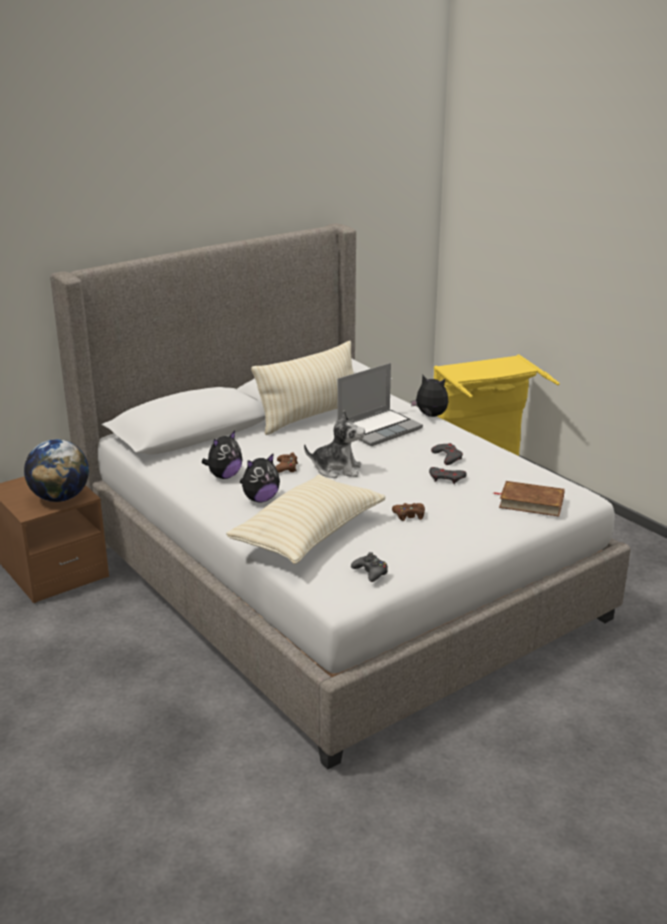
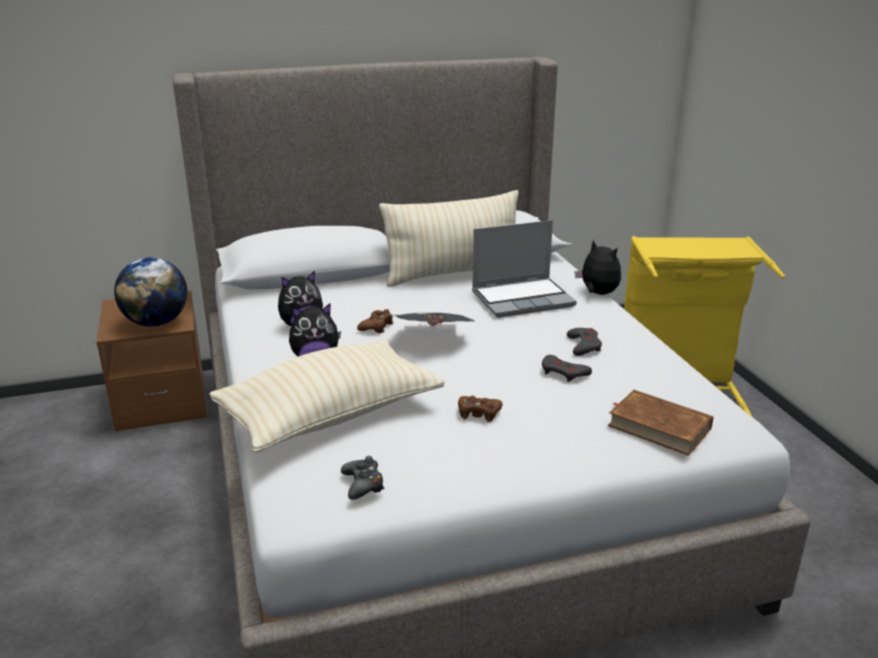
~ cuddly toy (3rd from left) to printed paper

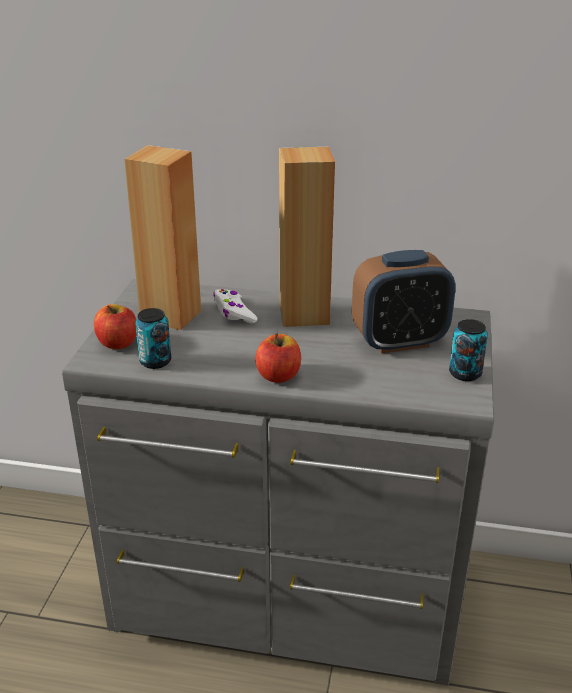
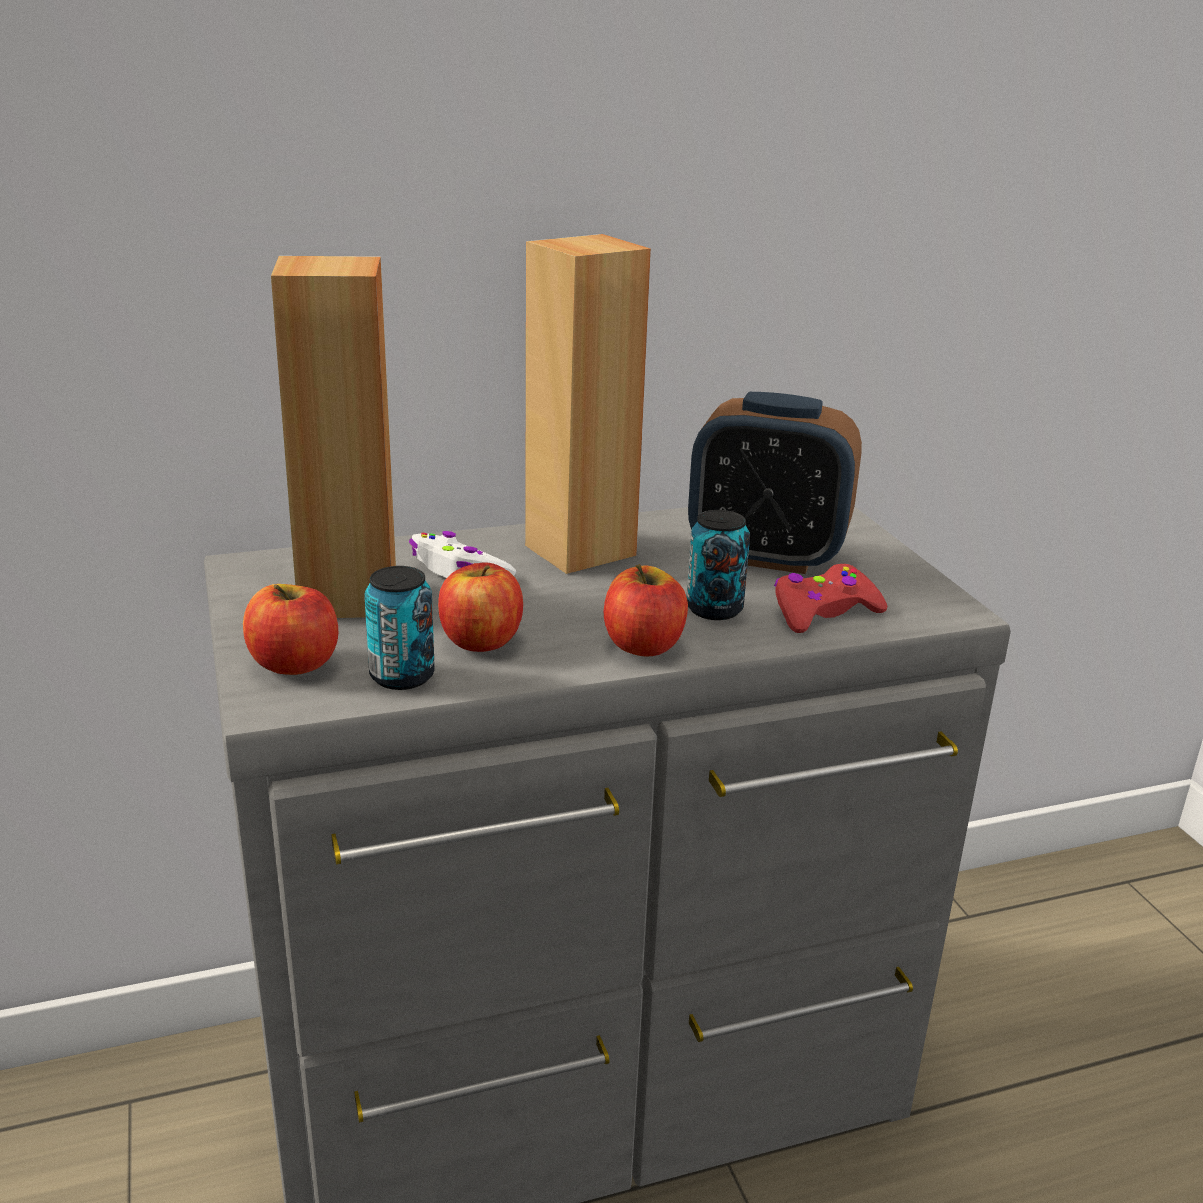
+ apple (2nd from left)
~ sealed can (2nd from left)
~ bedside clock 60 degrees clockwise
+ gamepad (red-coloured)

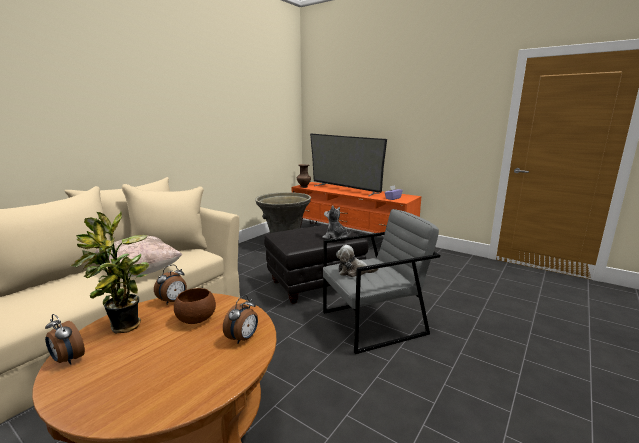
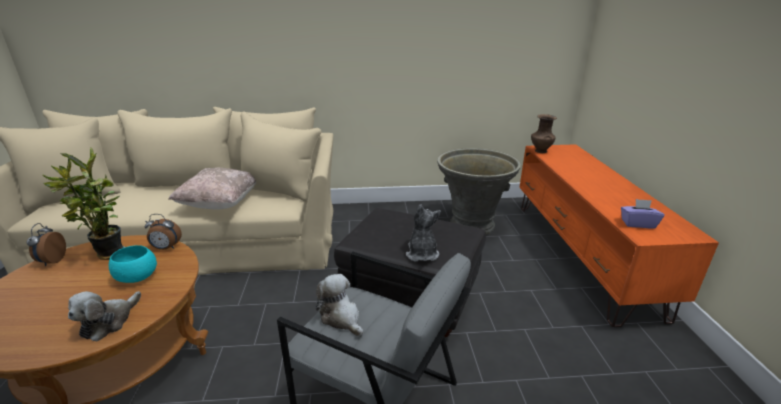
~ bedside clock (3rd from left) to cuddly toy (1st from left)
~ bowl (brown-coloured) to bowl (turquoise)
- TV set

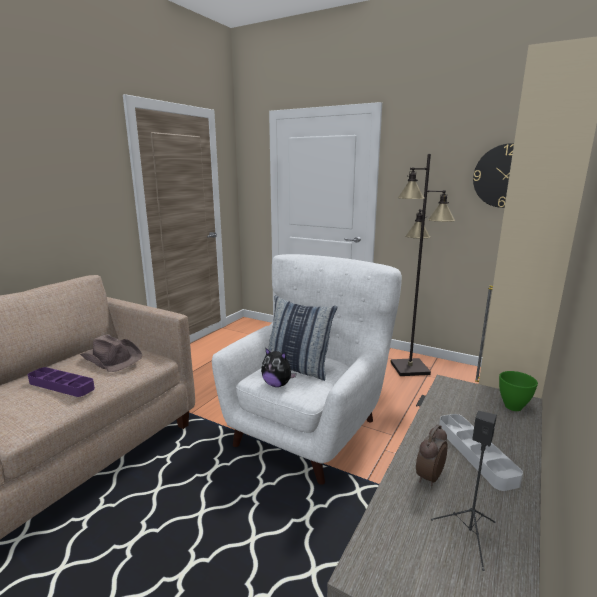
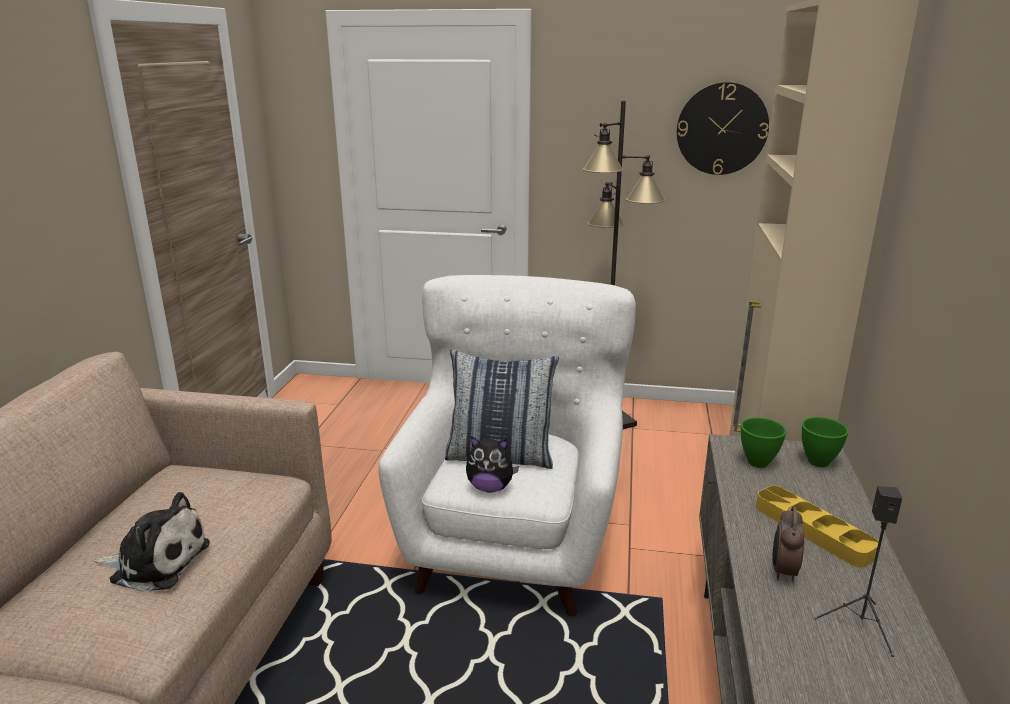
~ tray (purple) to cuddly toy (1st from left)
+ bowl (green-coloured) (1st from left)
~ tray (grey) to tray (yellow-coloured)
- clothing hat (brown-coloured)

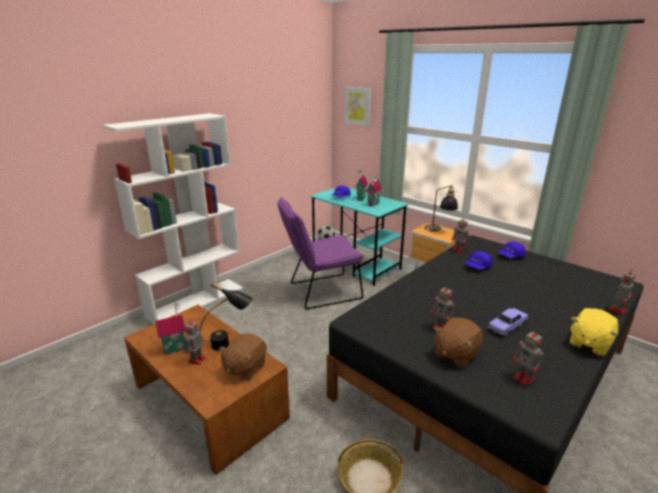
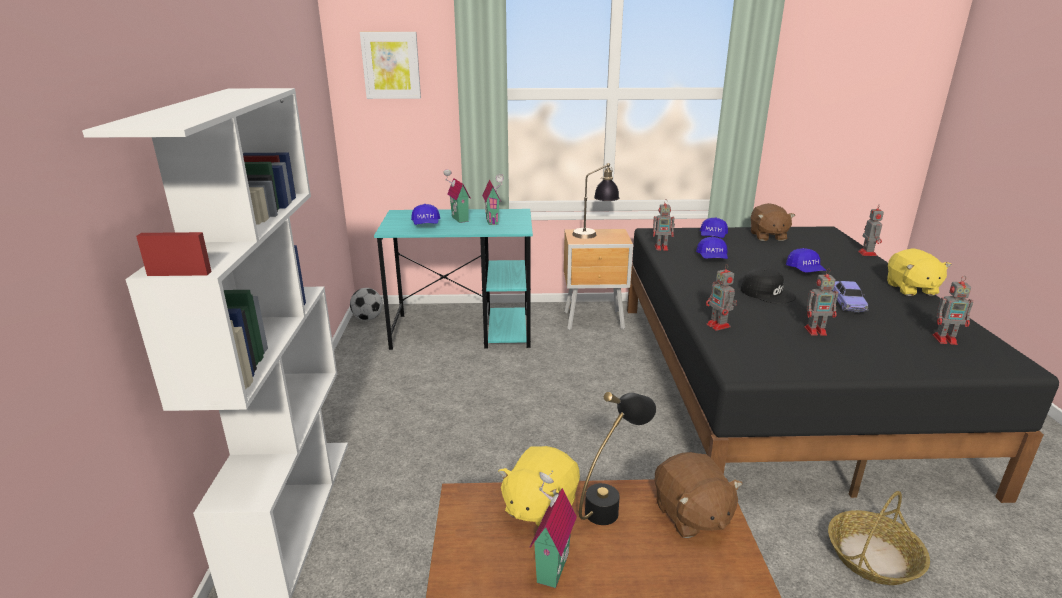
+ cuddly toy (yellow-coloured) (1st from left)
~ toy robot (1st from left in the first image) to toy robot (2nd from left)
+ peaked cap (black-coloured)
~ cuddly toy (brown-coloured) (2nd from left)
+ peaked cap (blue-coloured) (4th from left)
- upright chair (purple)

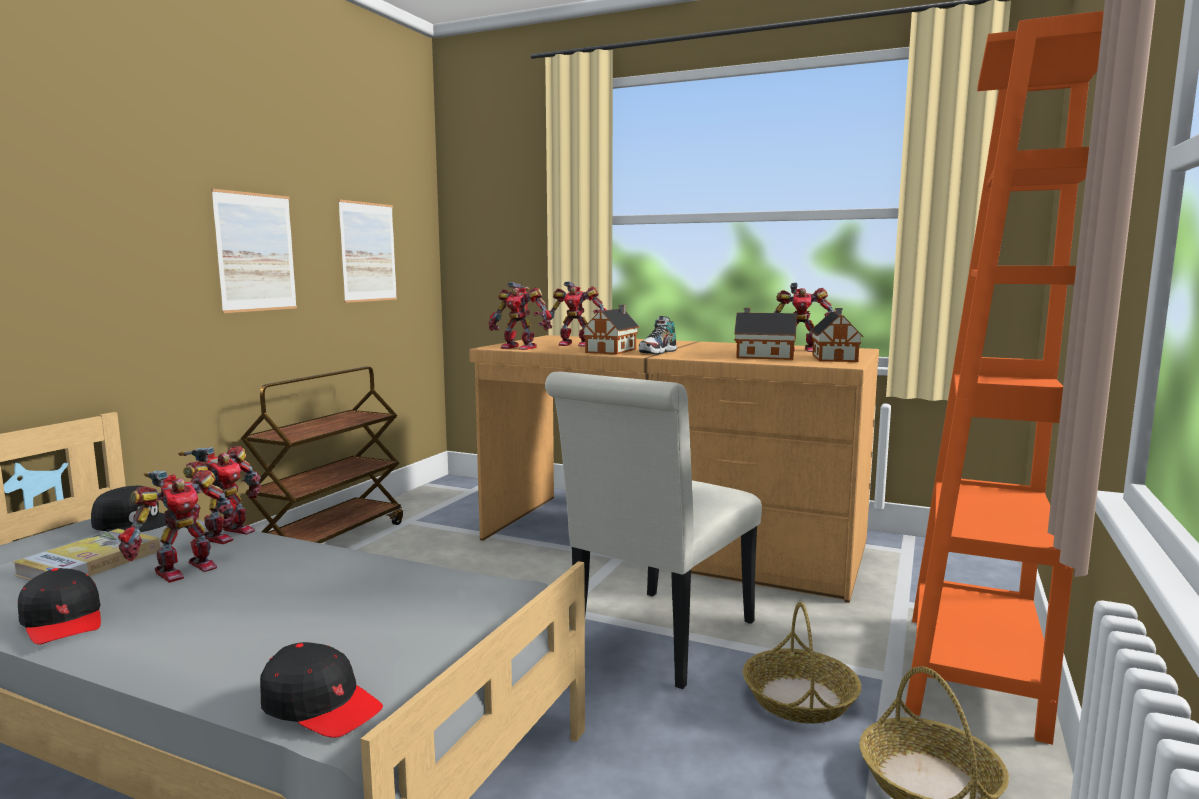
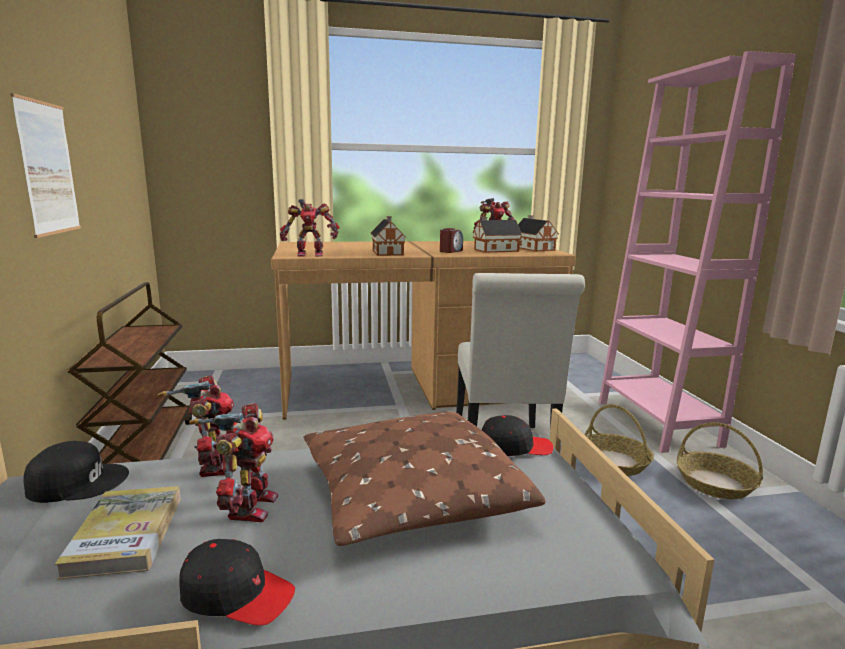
+ cushion (brown-coloured)
+ bedside clock
~ peaked cap (black-coloured) (3rd from left)
~ bookcase (orange) to bookcase (pinkish)
- wall art (2nd from left)
- toy robot (4th from left)
- shoe

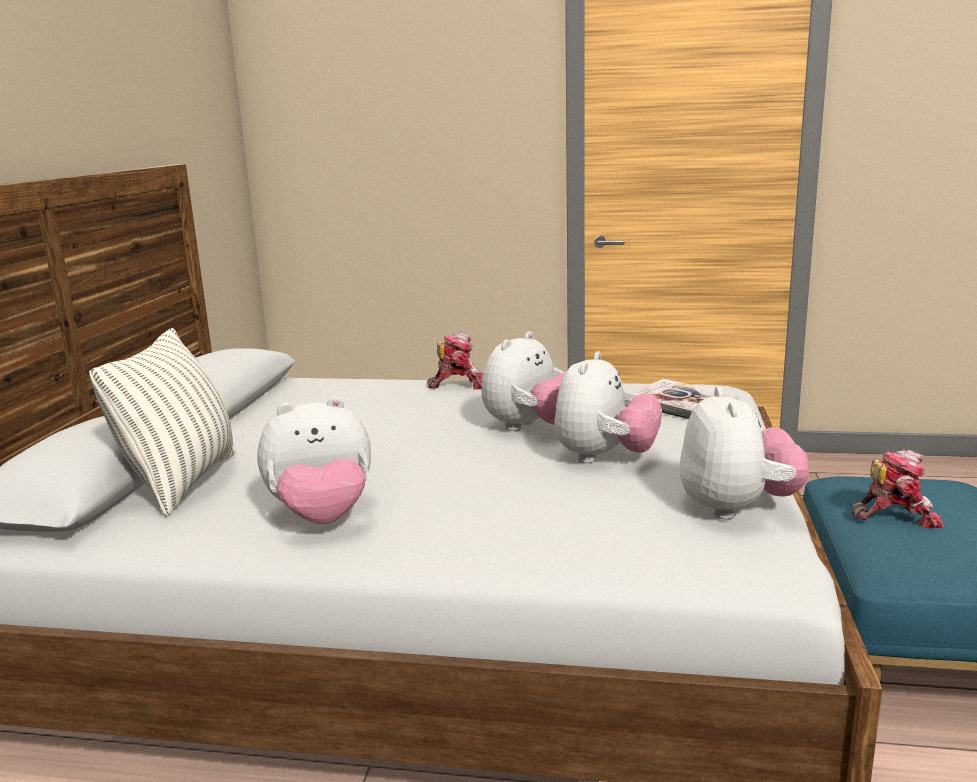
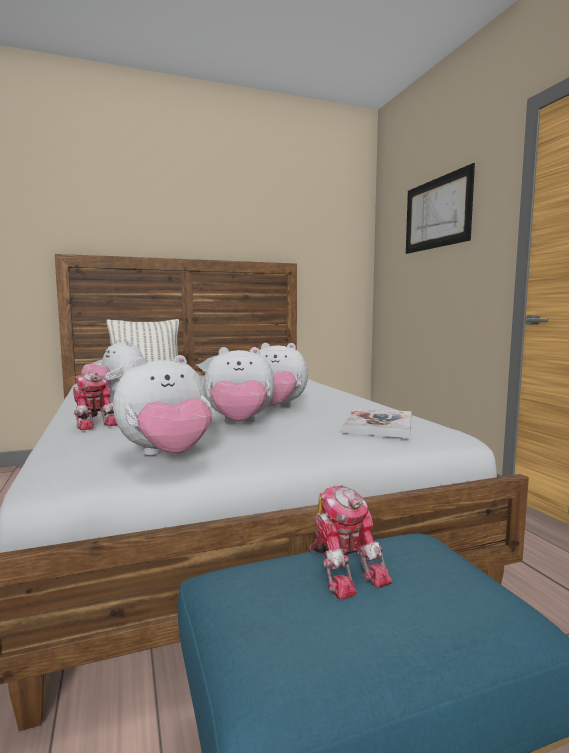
~ toy robot (1st from left)
+ wall art

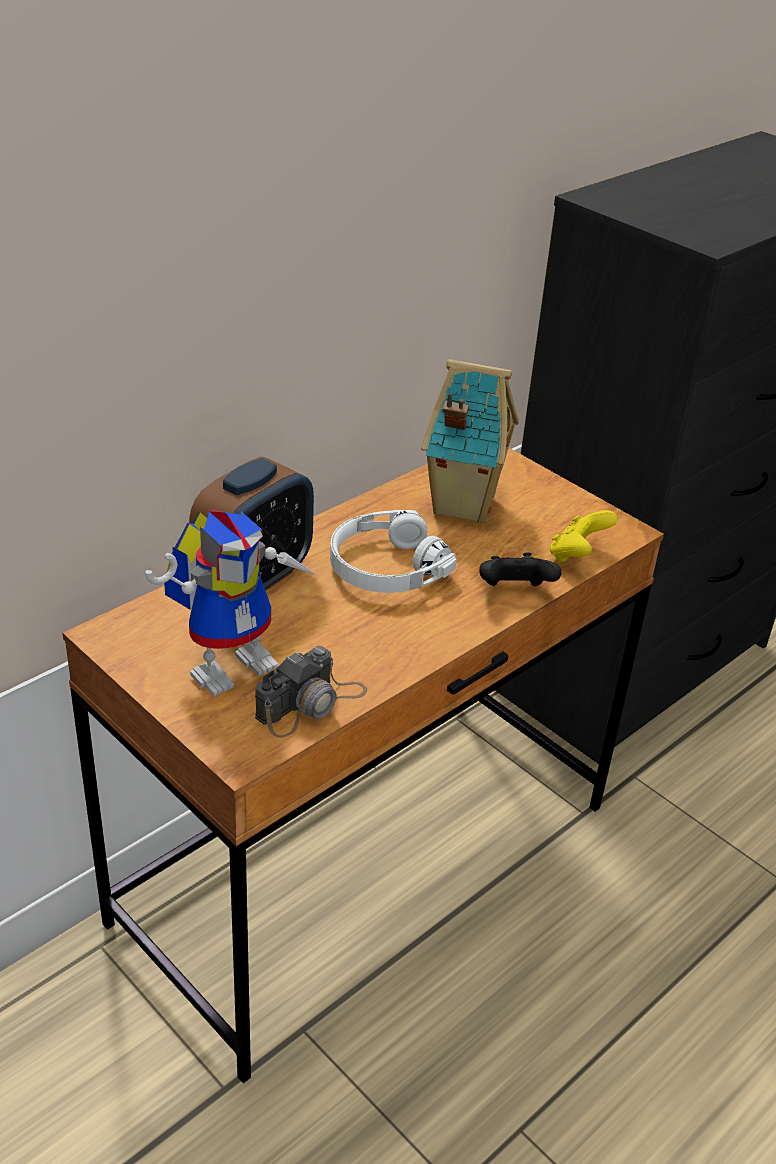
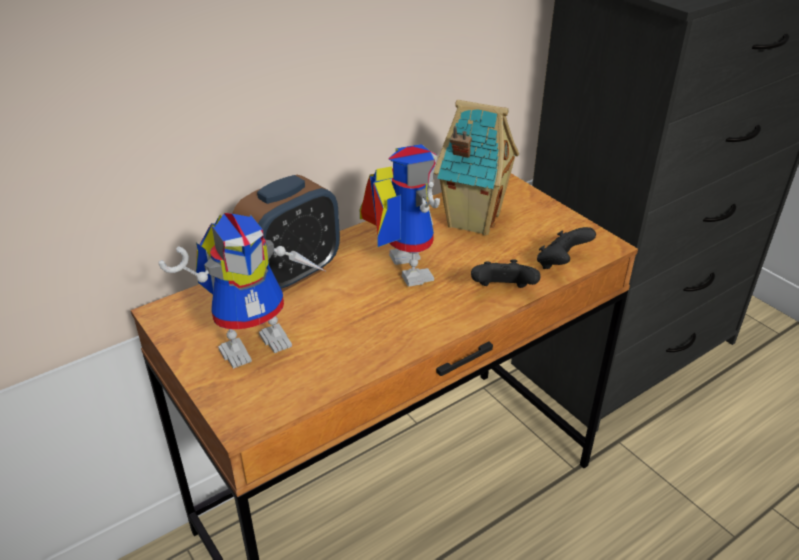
~ headset (whitish) to toy robot (2nd from left)
~ gamepad (yellow-coloured) to gamepad (black-coloured) (2nd from left)
- still camera

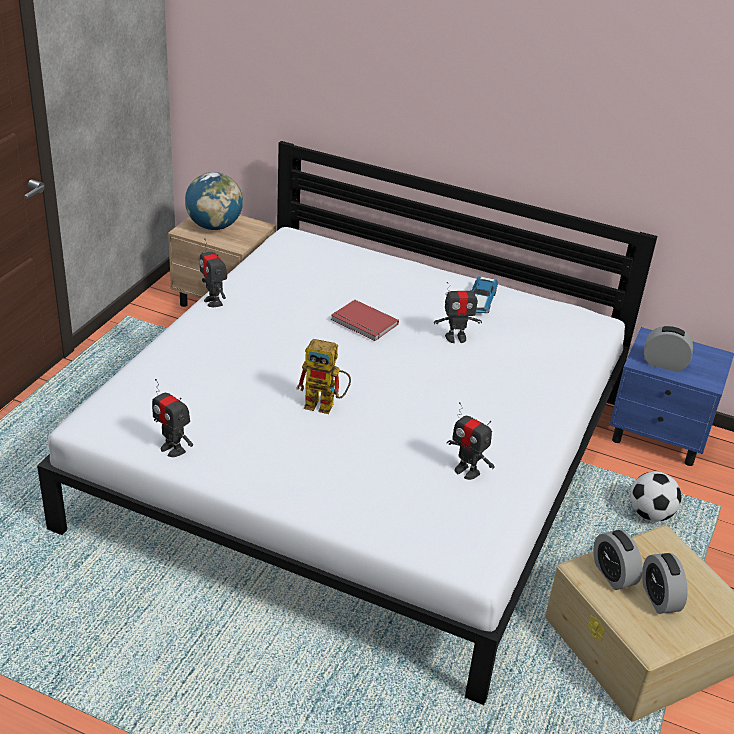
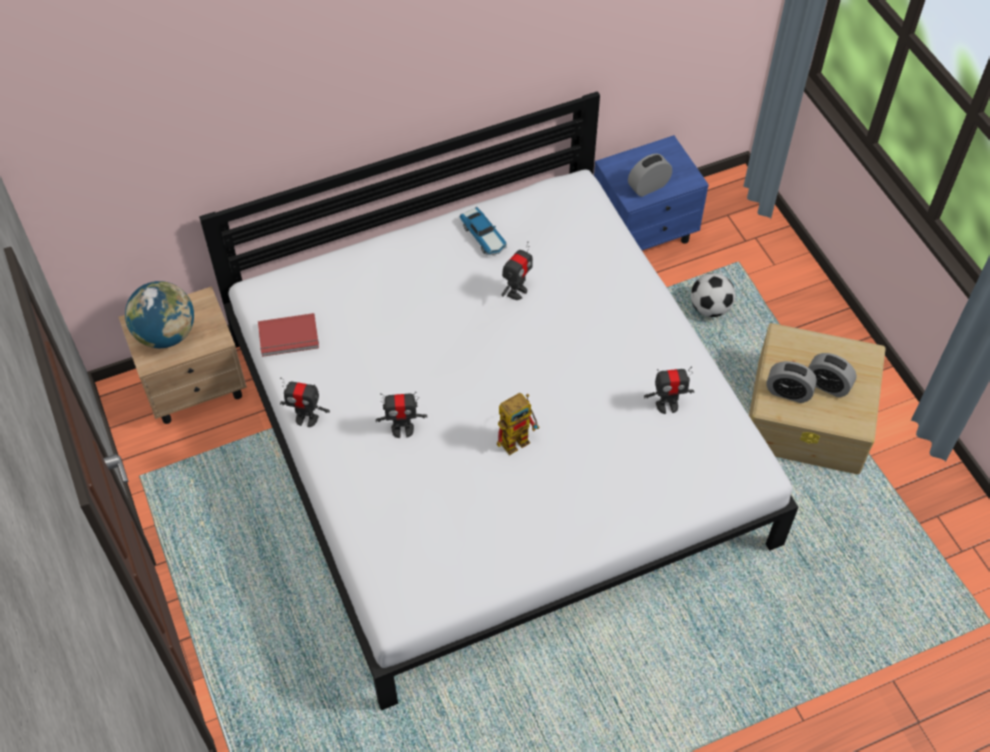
~ volume (red-coloured)
~ toy robot (1st from left in the first image) to toy robot (2nd from left)

